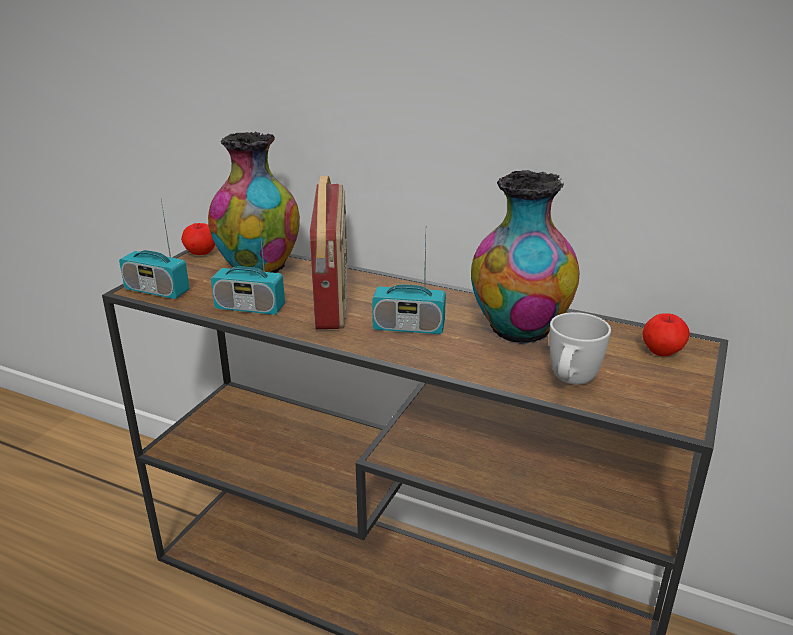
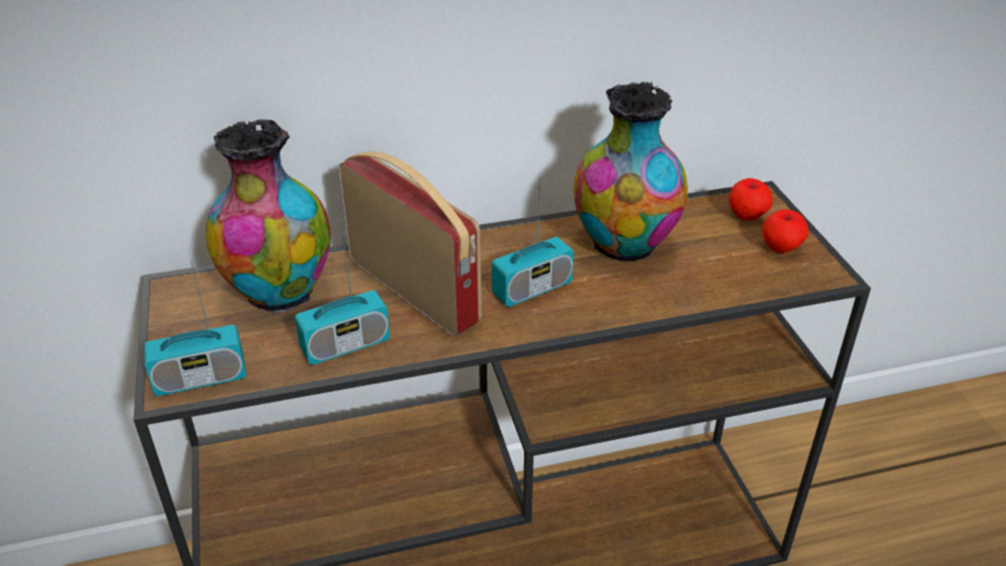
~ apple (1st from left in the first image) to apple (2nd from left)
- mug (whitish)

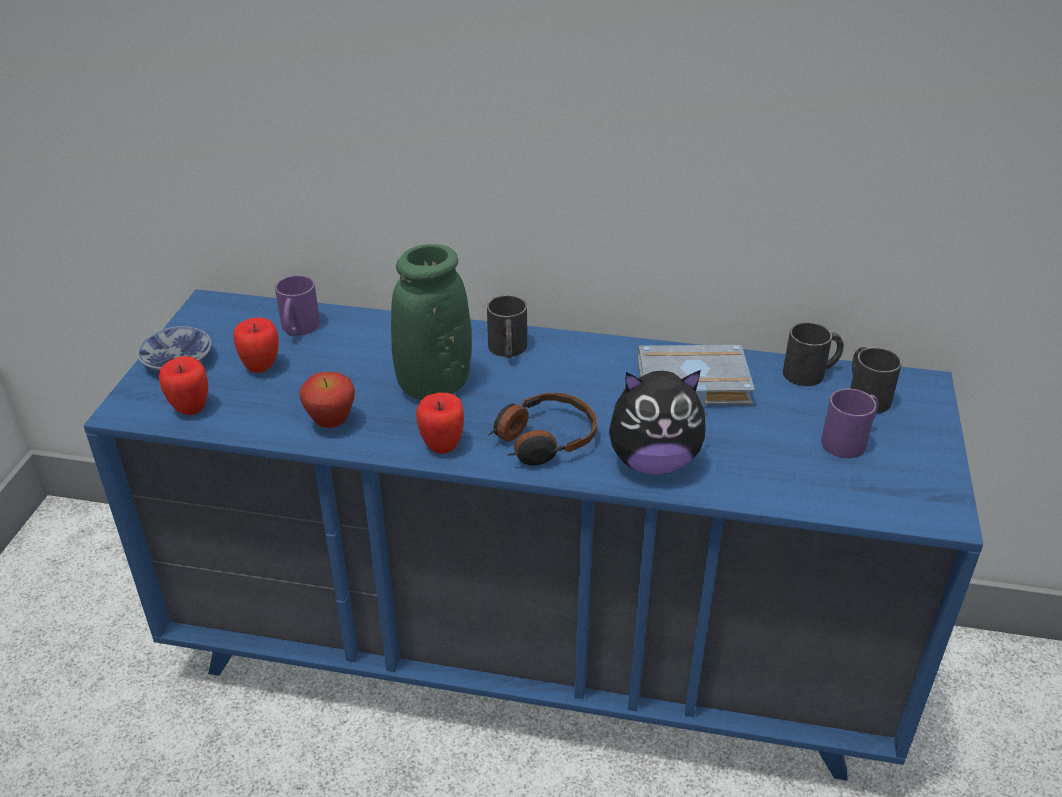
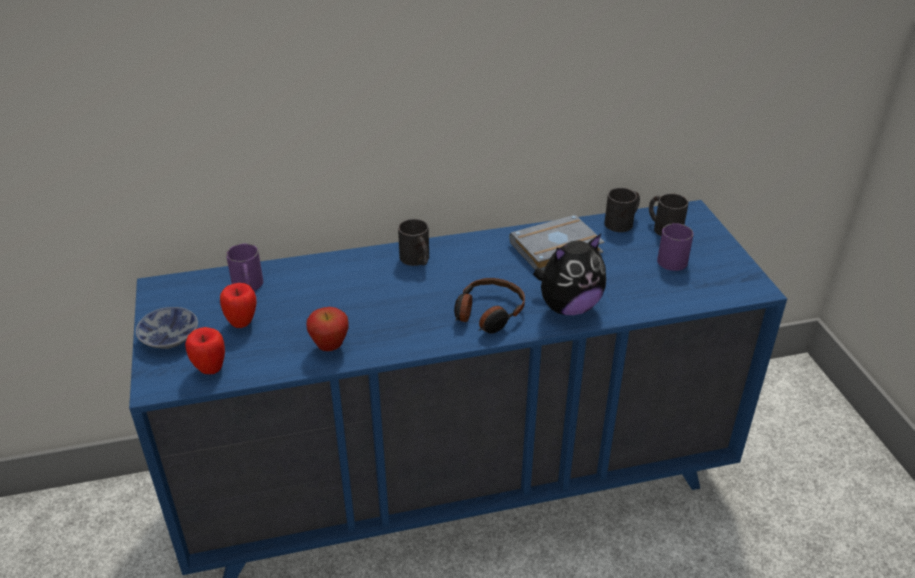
- flower vase (green-coloured)
- apple (4th from left)

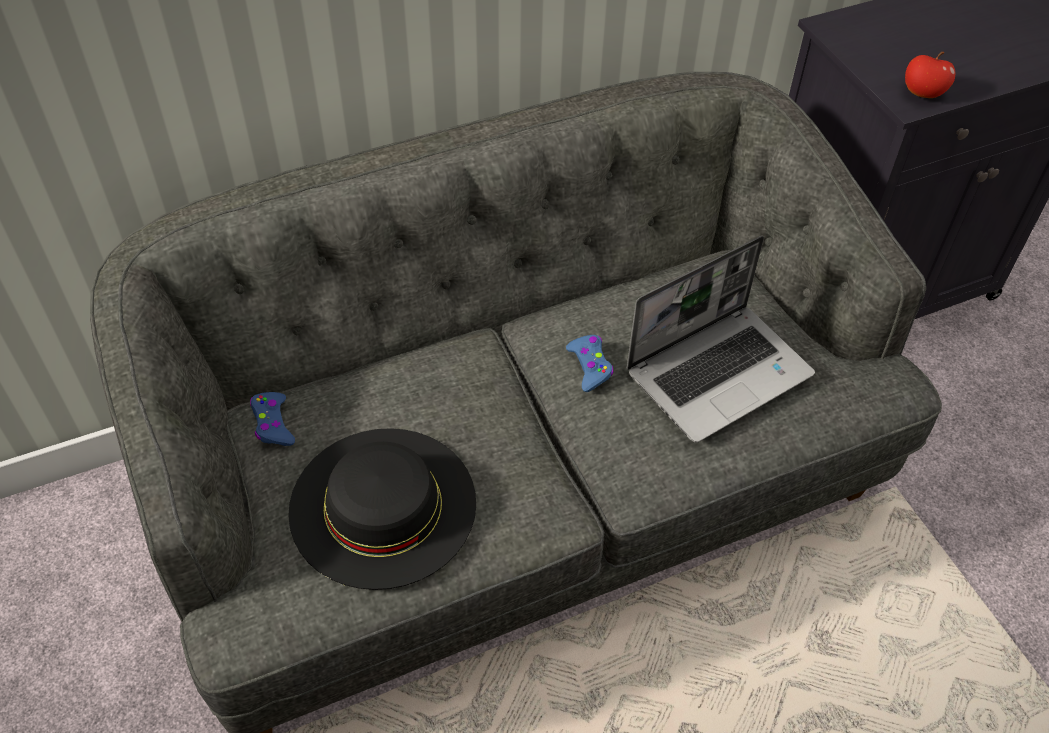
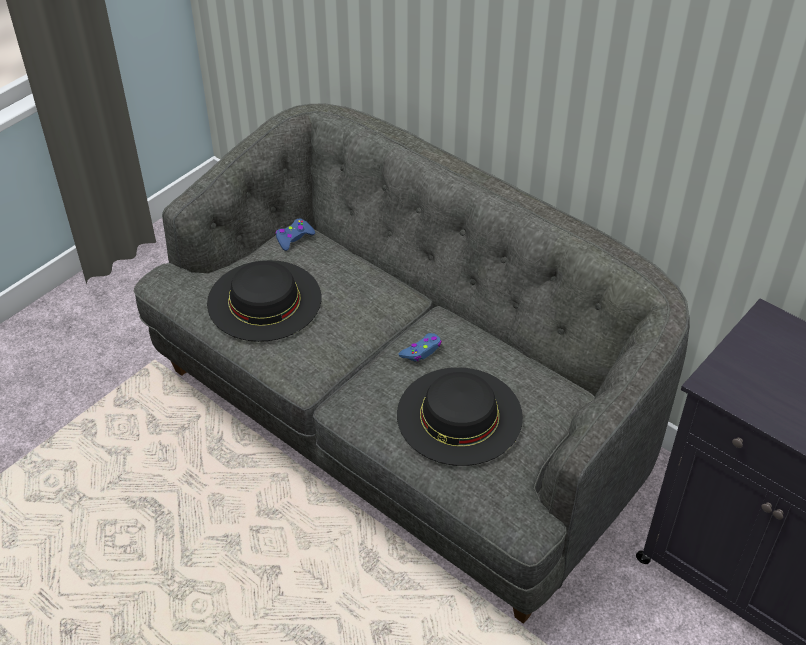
~ notebook computer to clothing hat (black-coloured) (2nd from left)
- apple

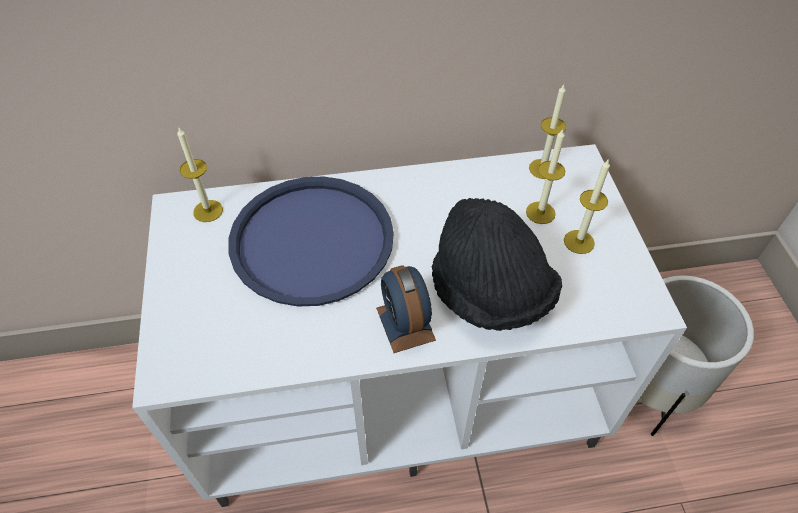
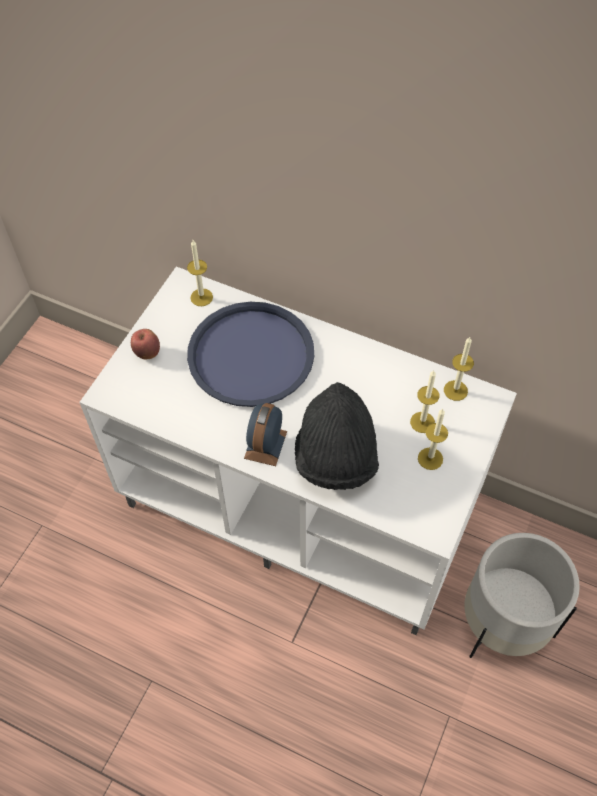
+ apple

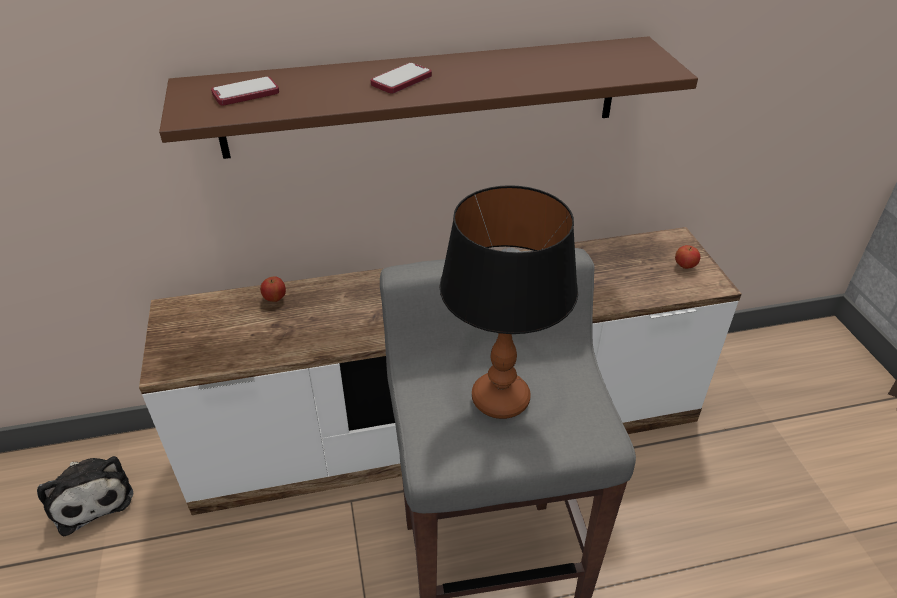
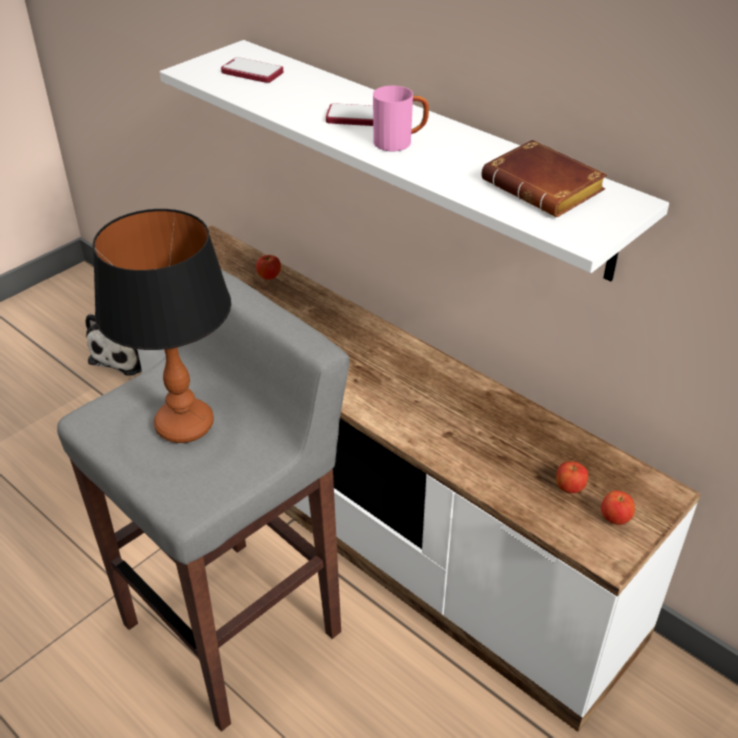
~ wall shelf (brown-coloured) to wall shelf (whitish)
+ mug (pinkish)
+ volume (brown-coloured)
+ apple (2nd from left)

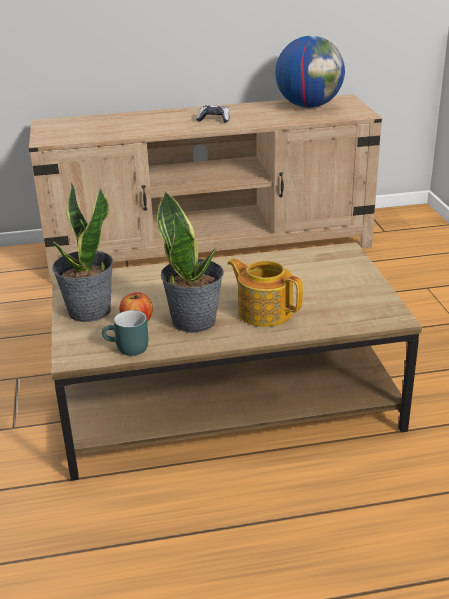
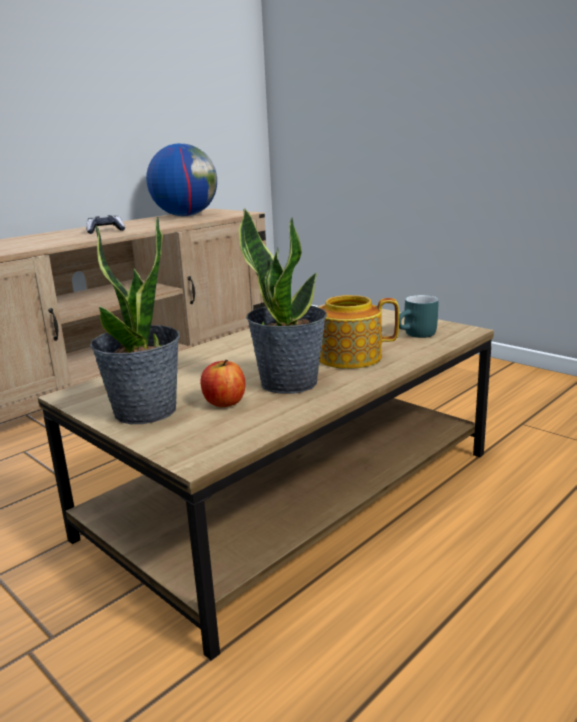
~ mug (turquoise)

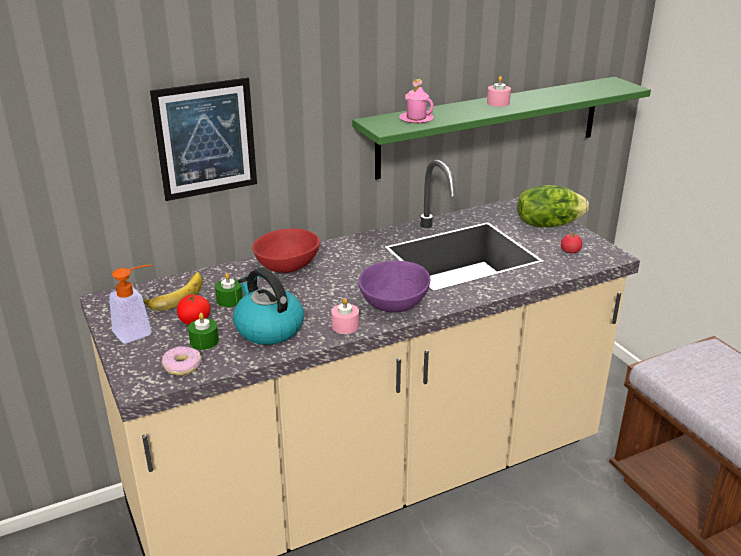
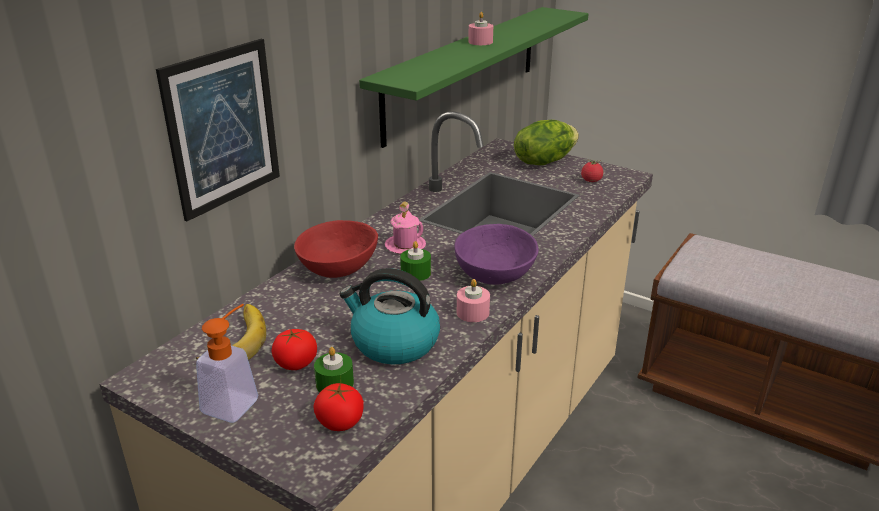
~ doughnut to fresh tomato (2nd from left)
~ mug (pinkish)
~ wax candle (green-coloured) (2nd from left)

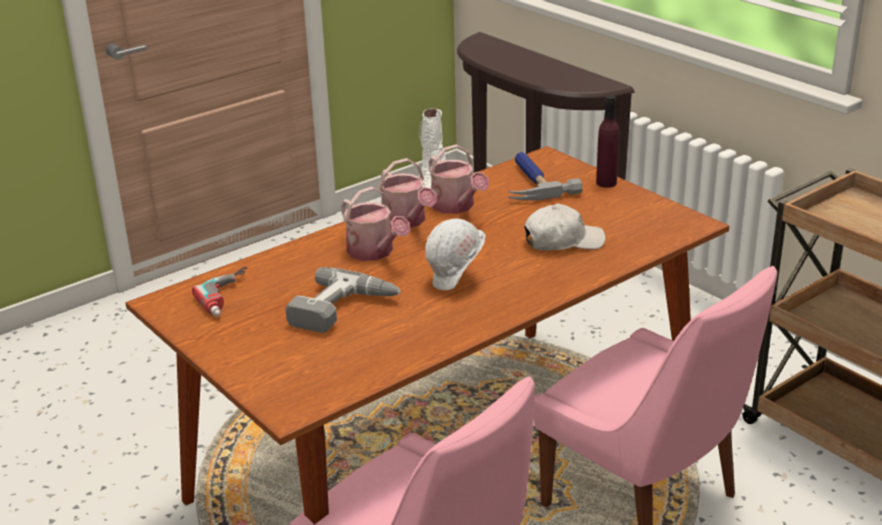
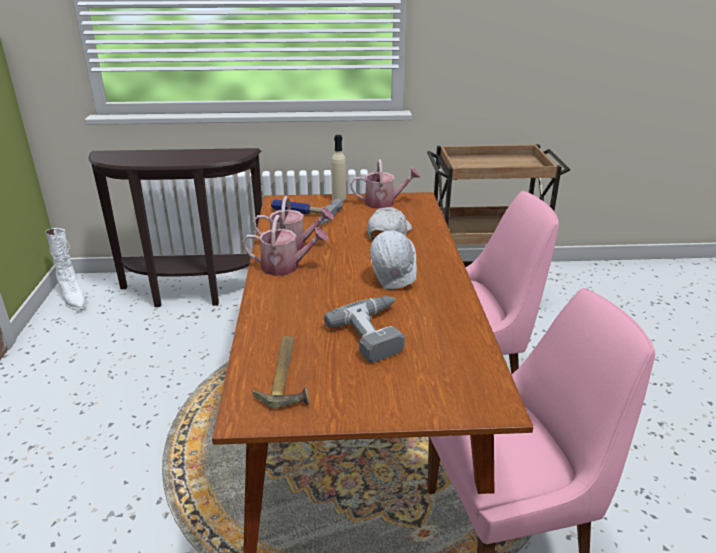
~ power drill (1st from left) to tool hammer (1st from left)
~ beverage bottle (purple) to beverage bottle (beige)
~ sprinkling can (1st from left in the first image) to sprinkling can (3rd from left)

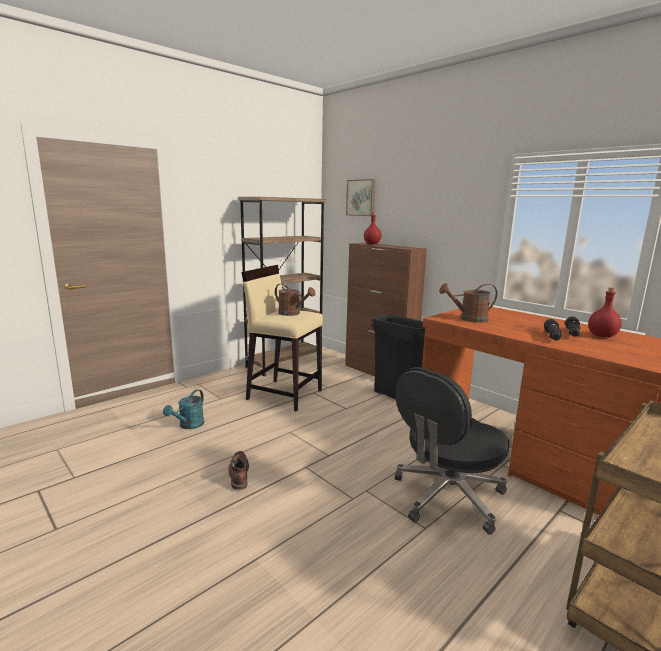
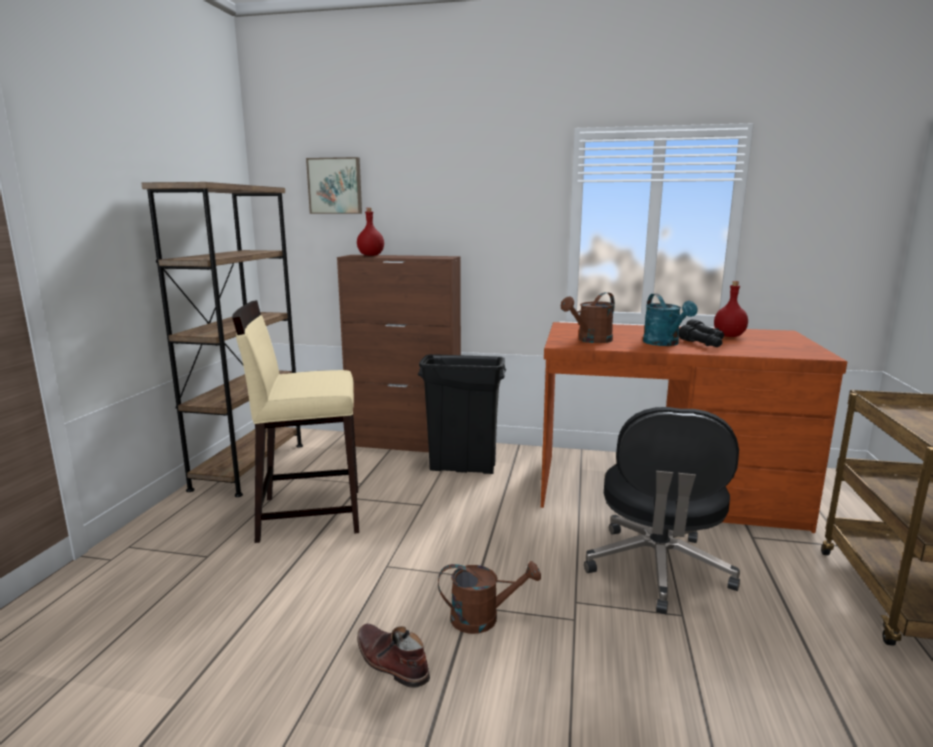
~ sprinkling can (brown-coloured) (1st from left)
~ sprinkling can (turquoise)

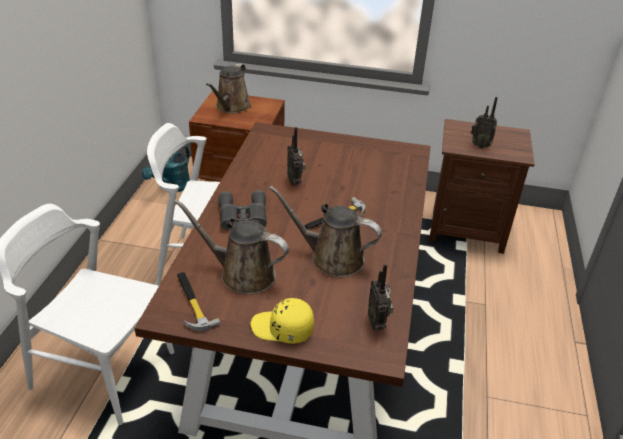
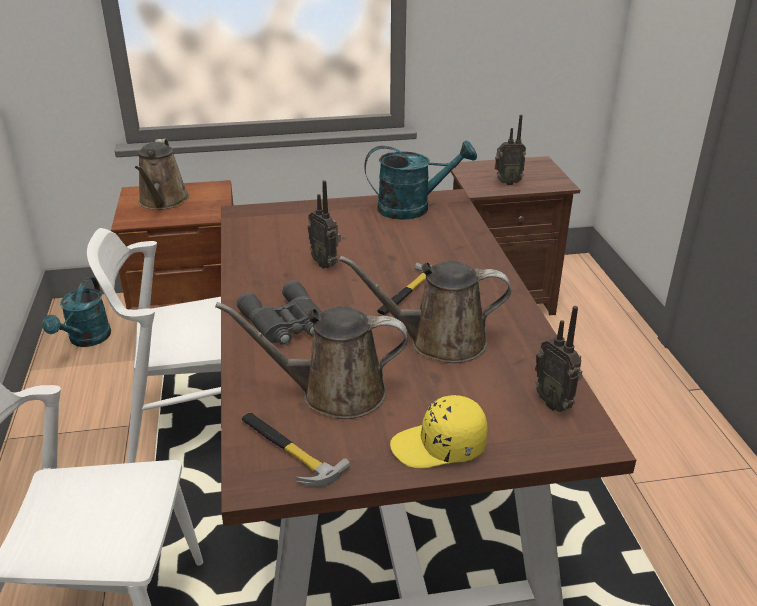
+ sprinkling can (turquoise) (2nd from left)

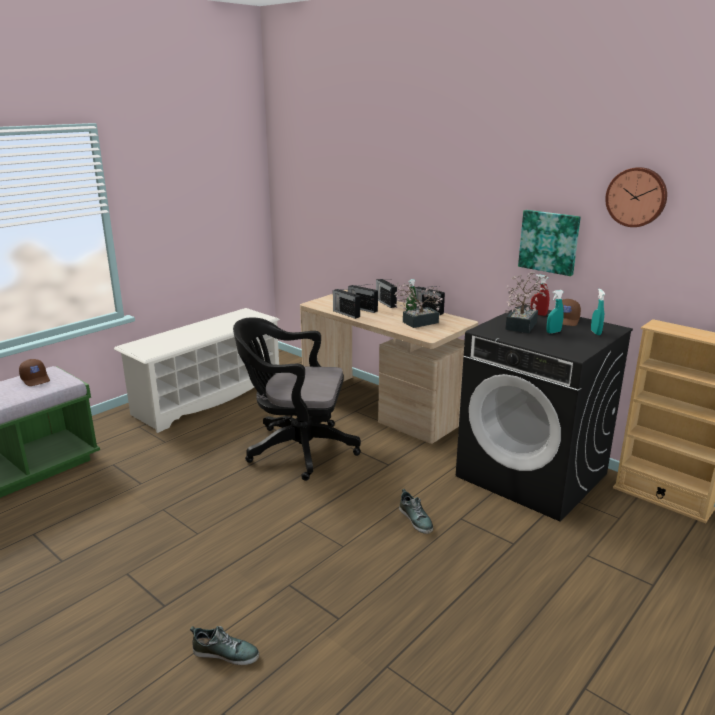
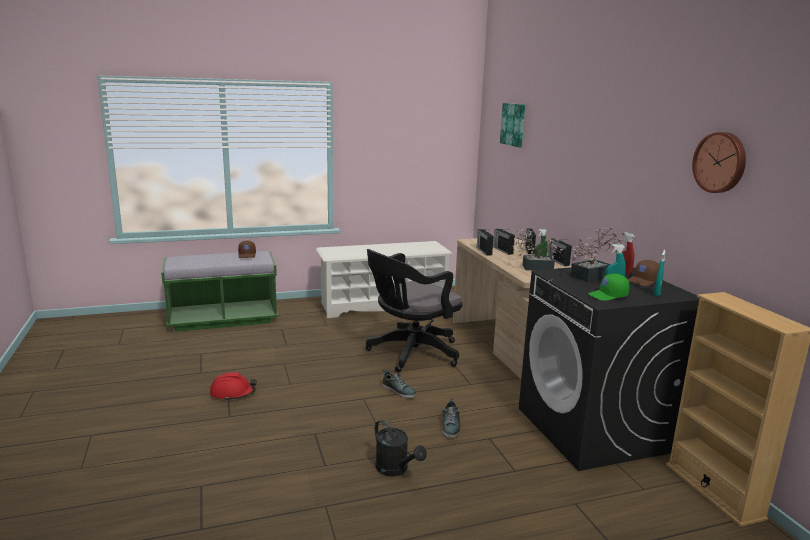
+ work helmet (red-coloured)
~ desk chair (black-coloured) 75 degrees counterclockwise
+ sprinkling can (black-coloured)
~ shoe (1st from left)
~ wall art
+ peaked cap (green-coloured)

